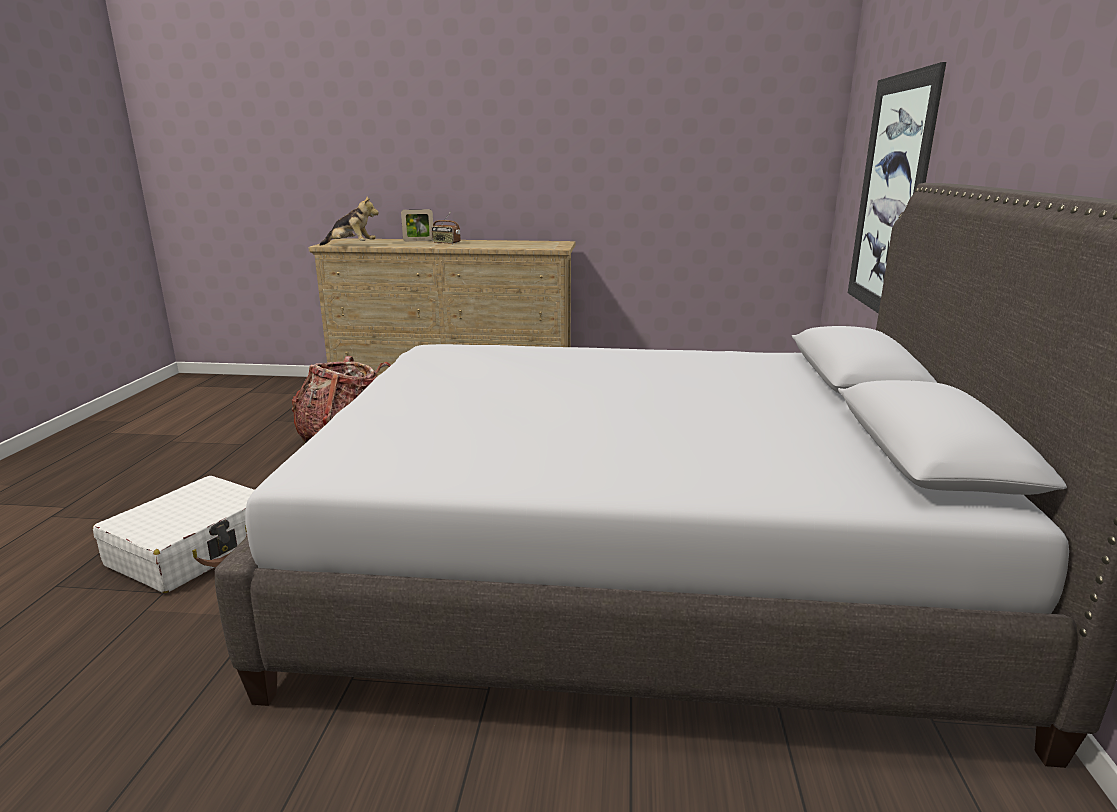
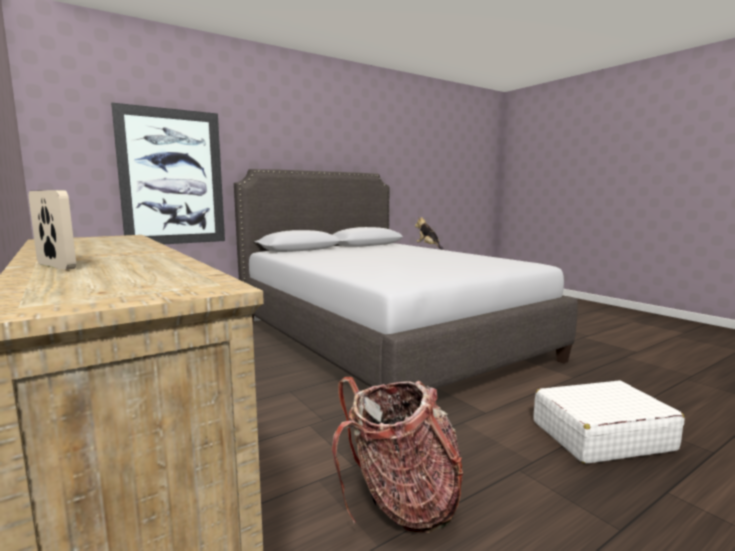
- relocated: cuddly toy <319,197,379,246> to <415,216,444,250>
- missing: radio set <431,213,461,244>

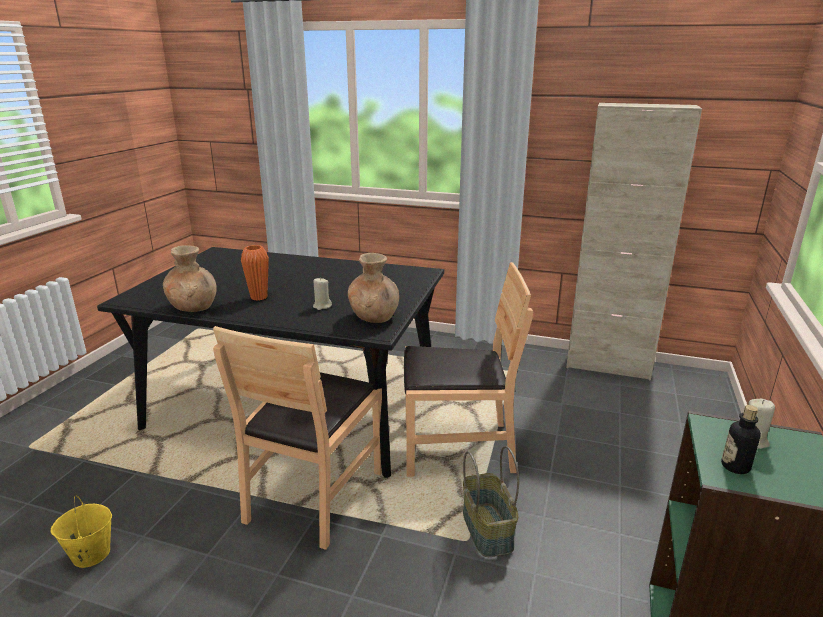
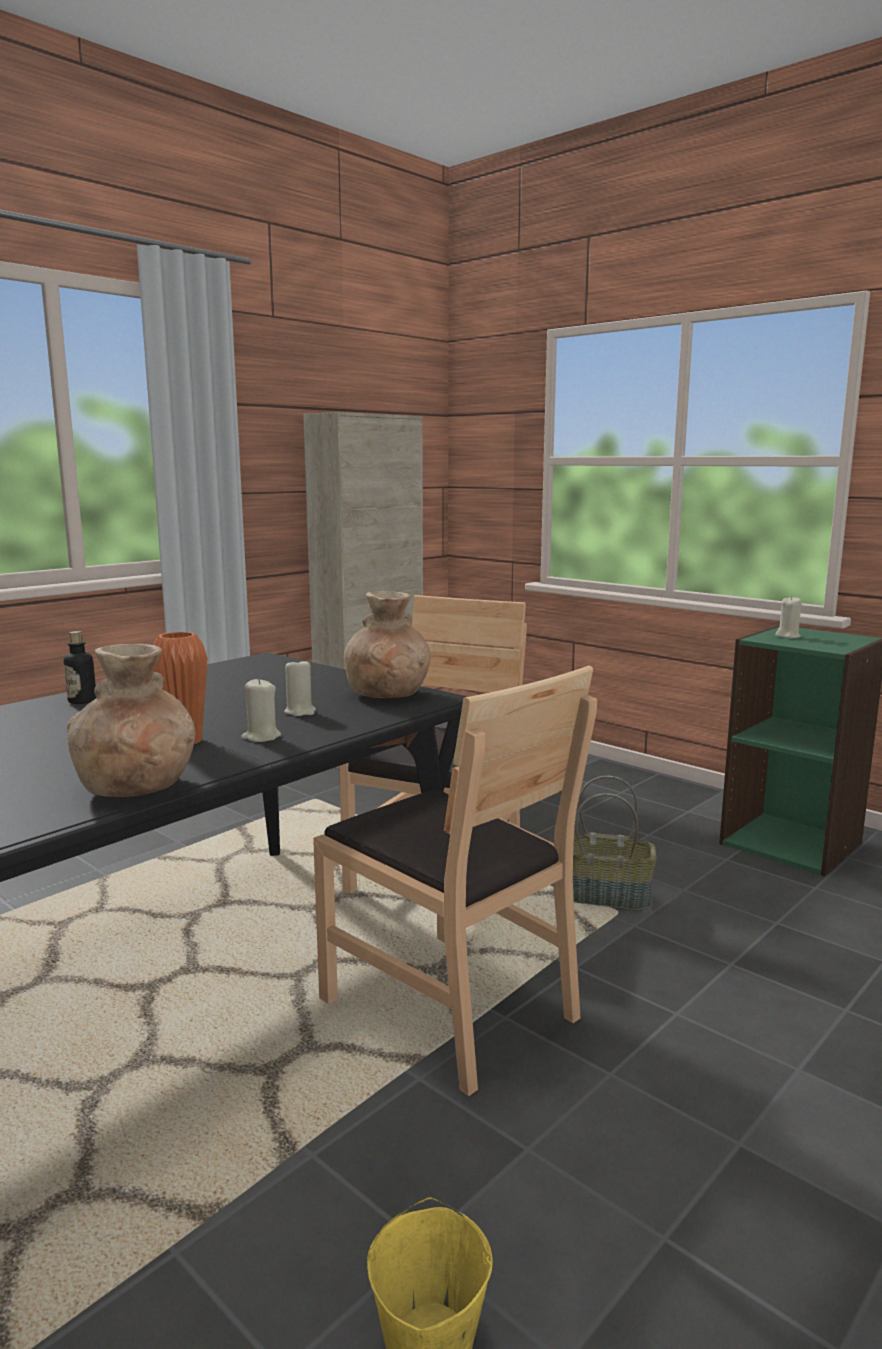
- relocated: drink bottle <721,405,761,474> to <63,631,97,704>
- appeared: beige candle <241,678,281,742>

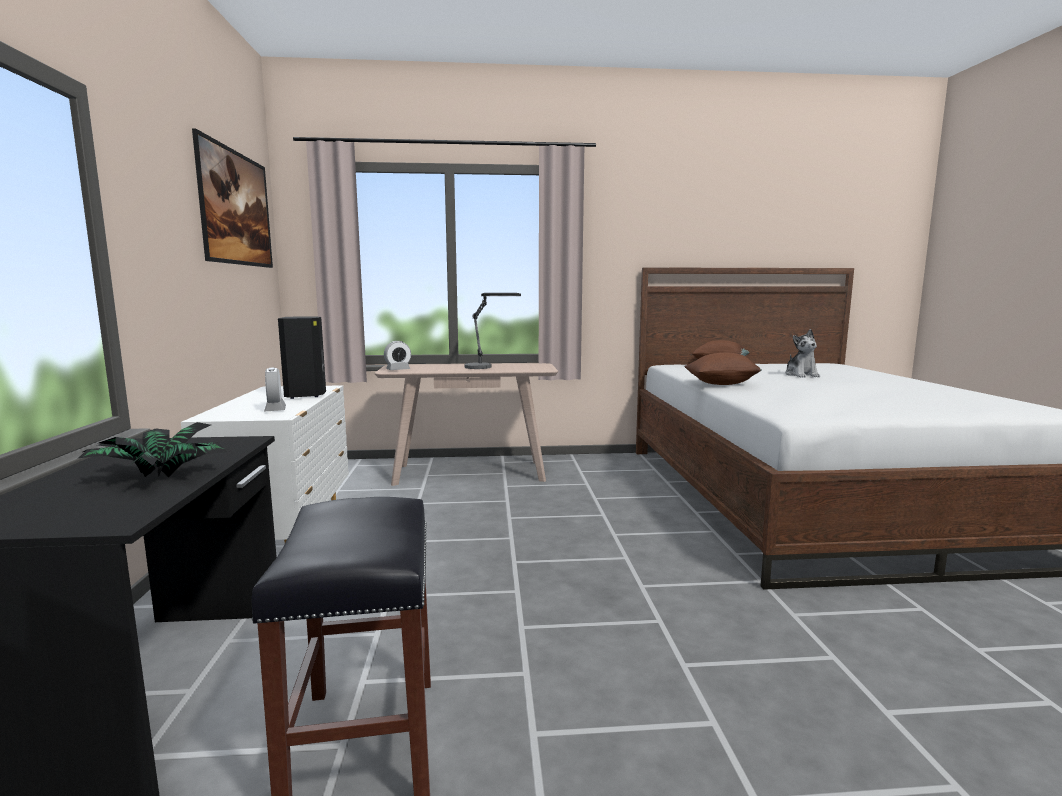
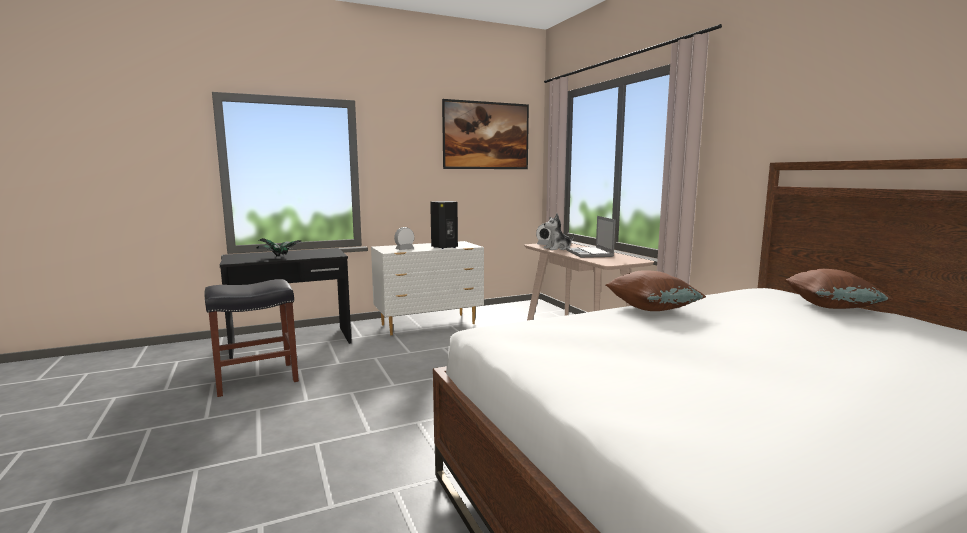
- exchanged: table lamp <465,293,521,369> to portable computer <566,216,616,258>
- relocated: cuddly toy <785,329,820,377> to <543,214,574,250>

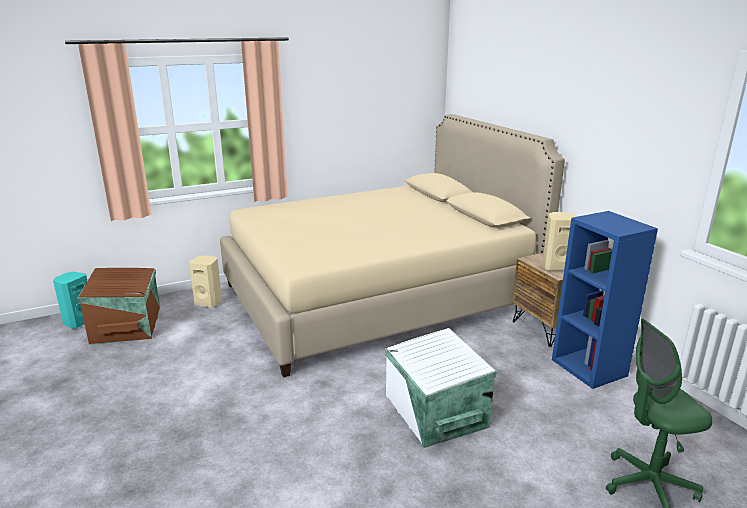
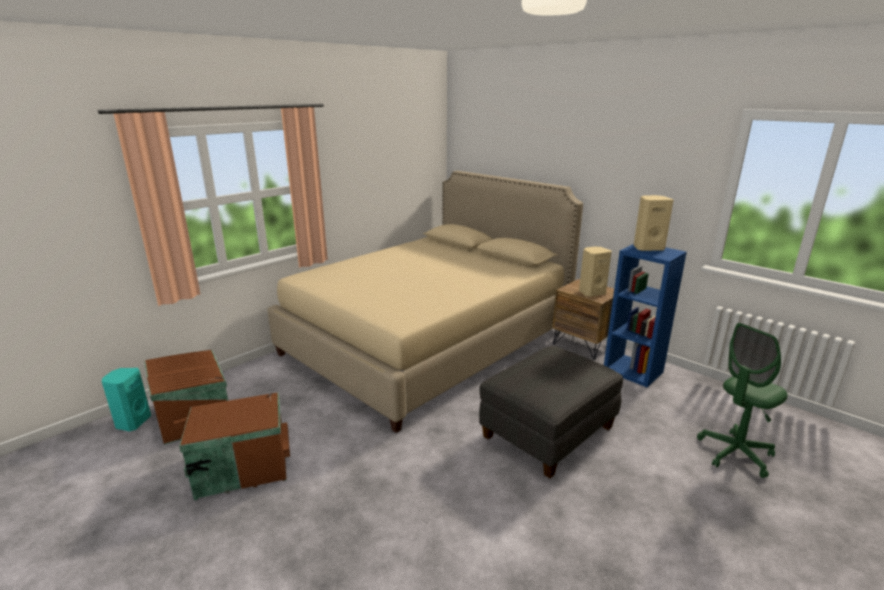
- relocated: beige loudspeaker <189,255,222,308> to <634,195,674,251>
- exchanged: white storage container <385,328,497,448> to greyish ottoman <479,346,623,478>
- appeared: brownish storage container <179,392,290,500>

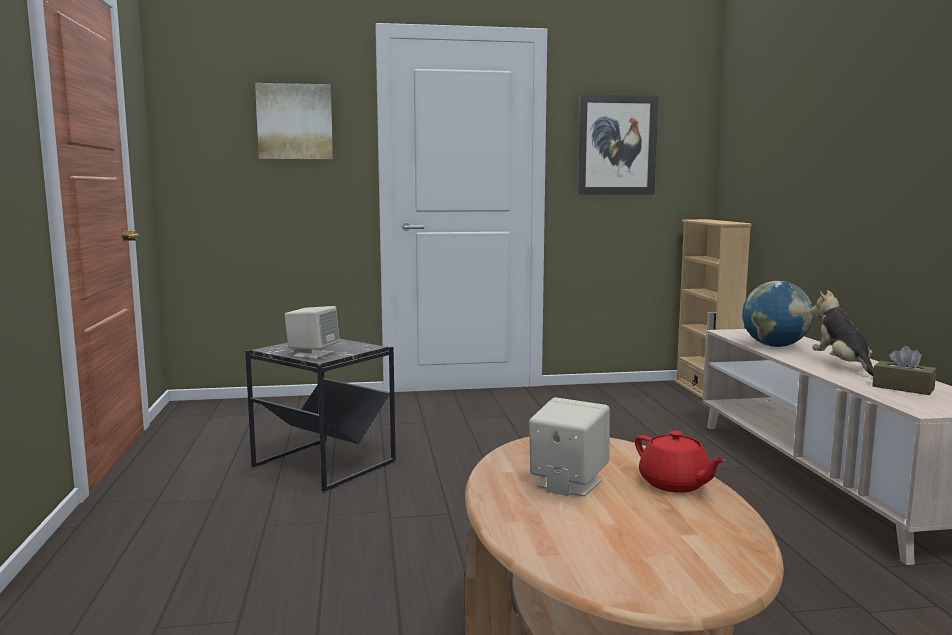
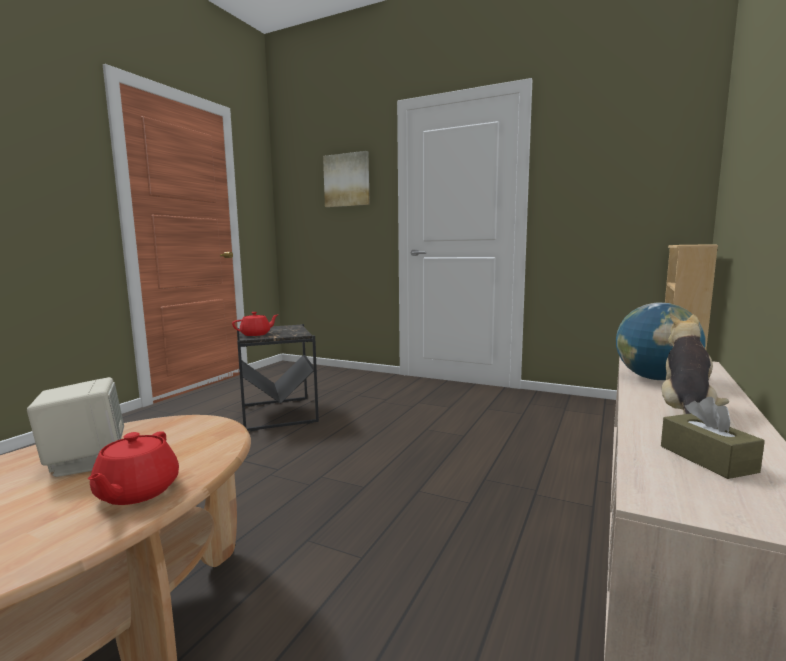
- missing: wall picture <577,94,658,195>
- exchanged: beige loudspeaker <284,306,340,359> to red tea pot <232,312,279,336>

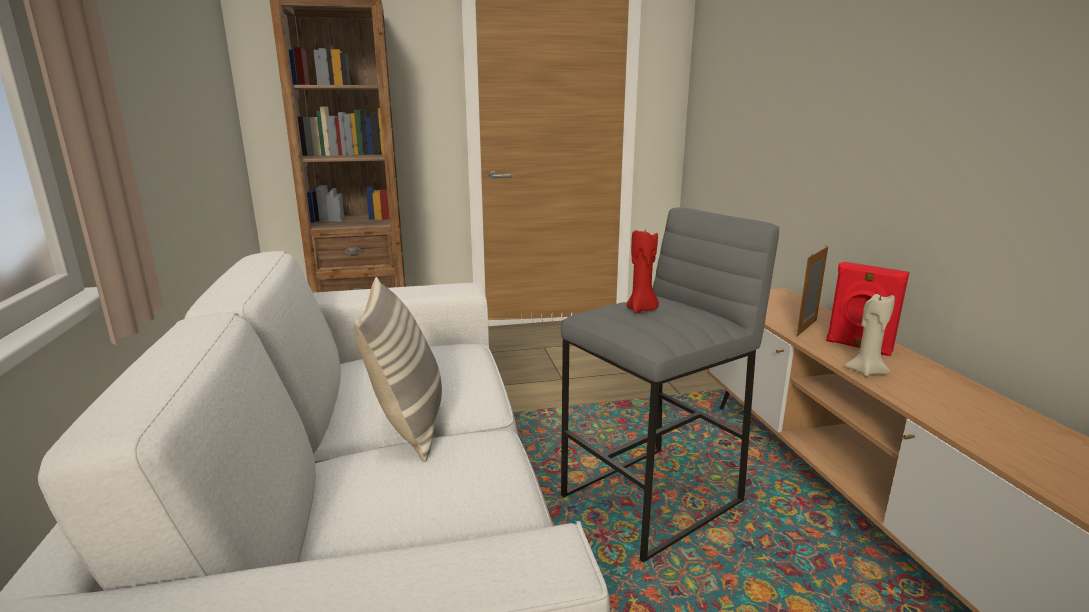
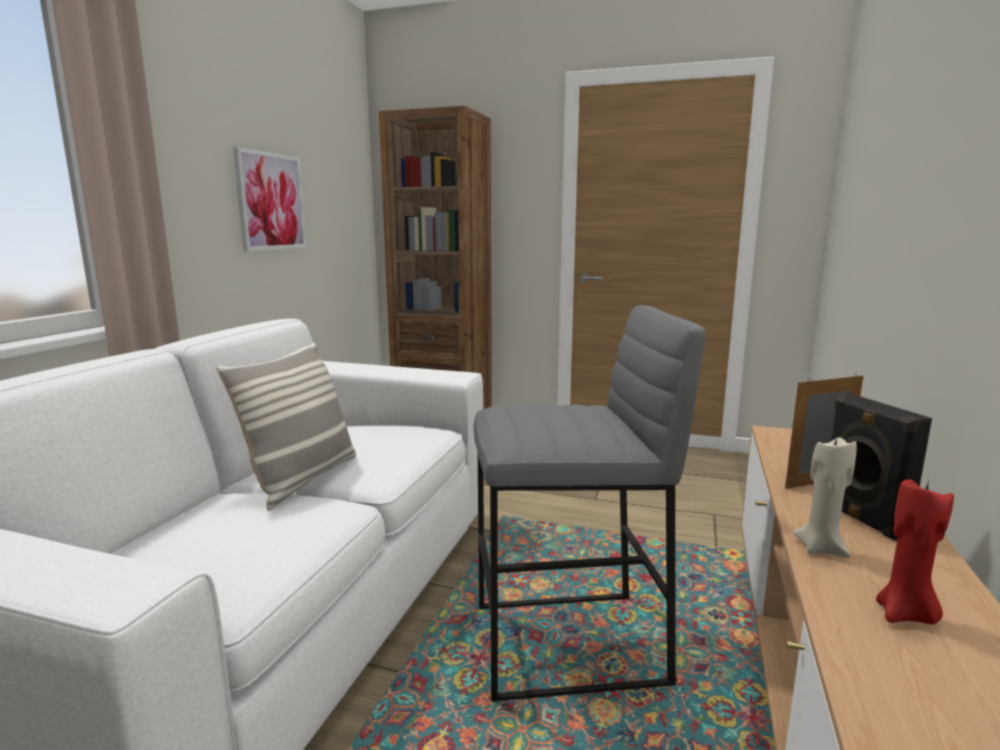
- relocated: red candle <626,227,659,313> to <876,479,954,624>
- colour: red loudspeaker <826,262,909,356> to blackish loudspeaker <831,394,932,541>
- appeared: wall picture <233,147,307,251>

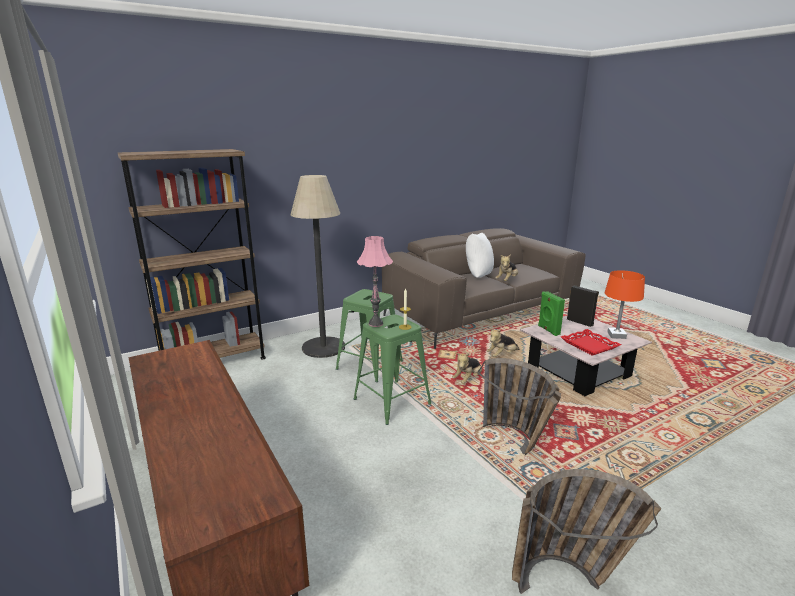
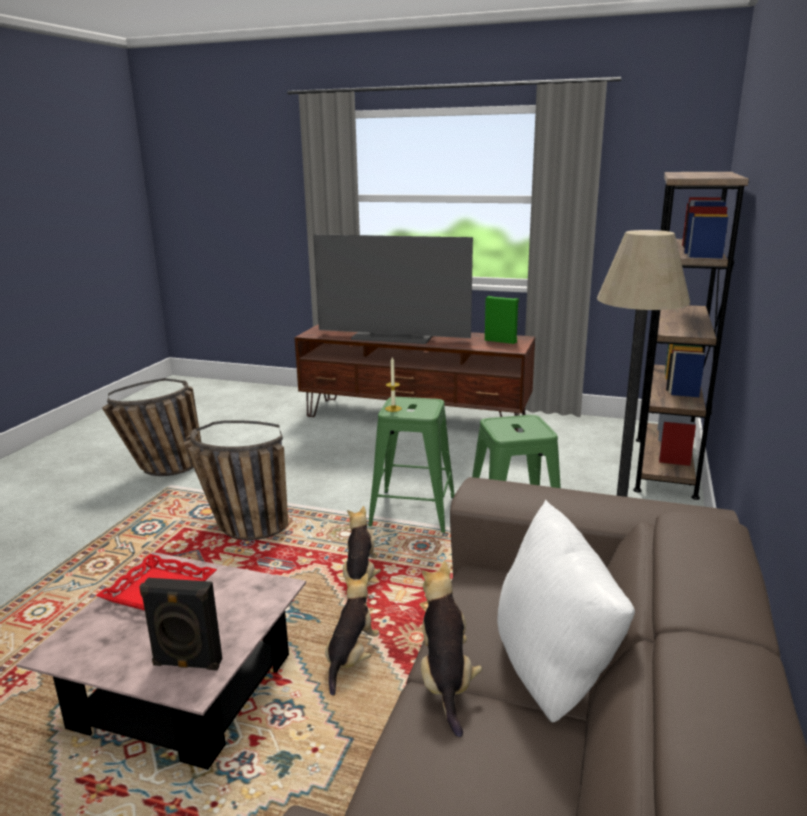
- missing: pinkish table lamp <357,236,393,327>
- missing: orangey table lamp <605,270,645,339>
- relocated: greenish loudspeaker <538,291,565,336> to <485,296,519,344>
- appeared: television <313,234,473,344>

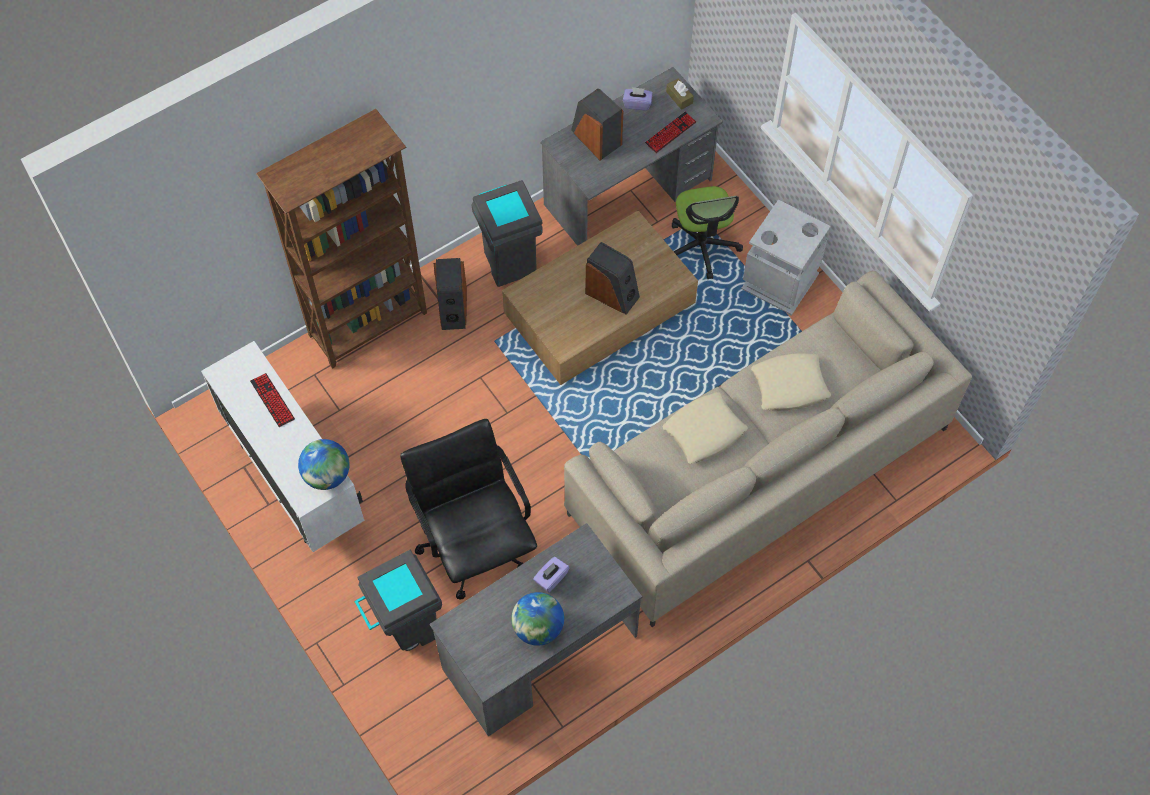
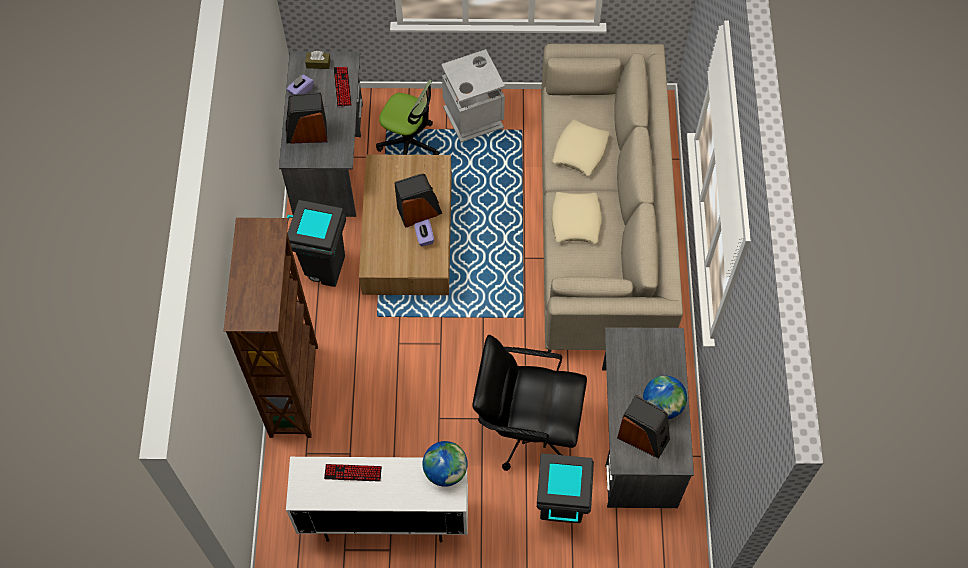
- relocated: loudspeaker <434,258,467,330> to <617,395,670,458>
- relocated: purple tissue box <533,557,569,592> to <414,219,434,246>

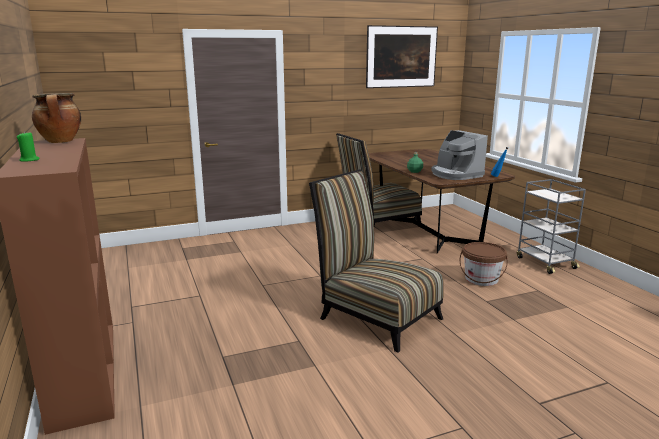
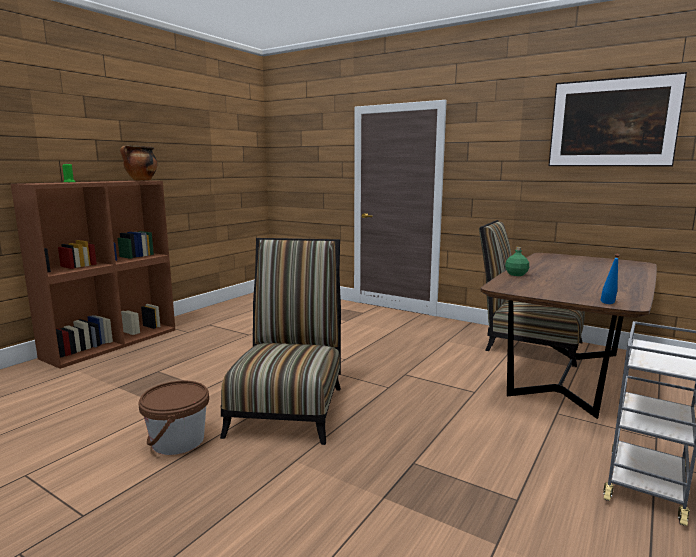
- missing: coffee maker <431,130,488,180>
- relocated: brownish water bucket <460,242,508,286> to <138,381,209,455>

